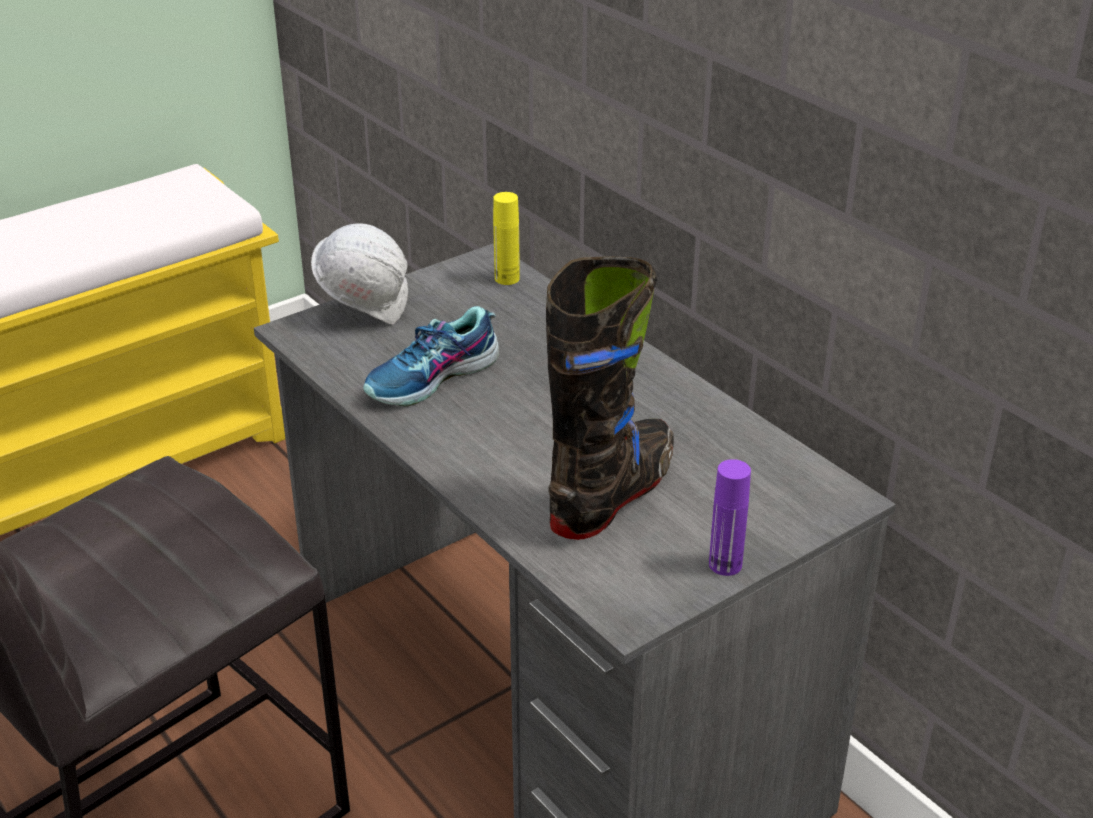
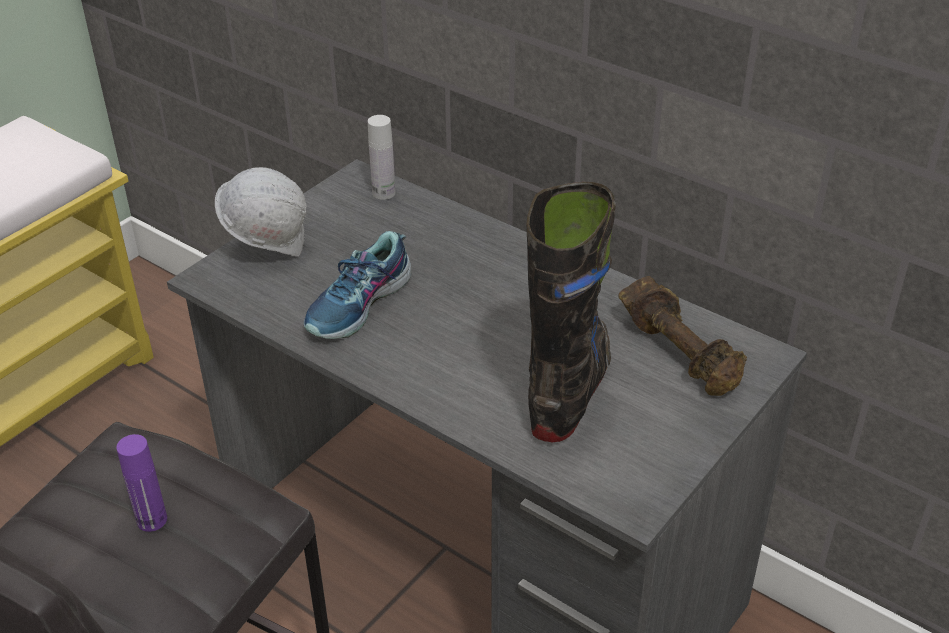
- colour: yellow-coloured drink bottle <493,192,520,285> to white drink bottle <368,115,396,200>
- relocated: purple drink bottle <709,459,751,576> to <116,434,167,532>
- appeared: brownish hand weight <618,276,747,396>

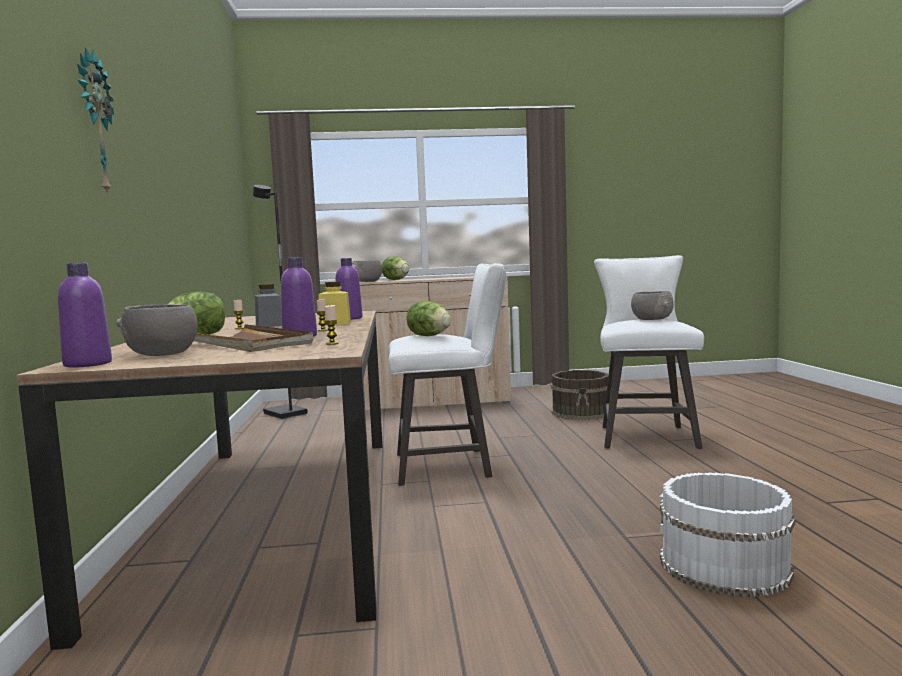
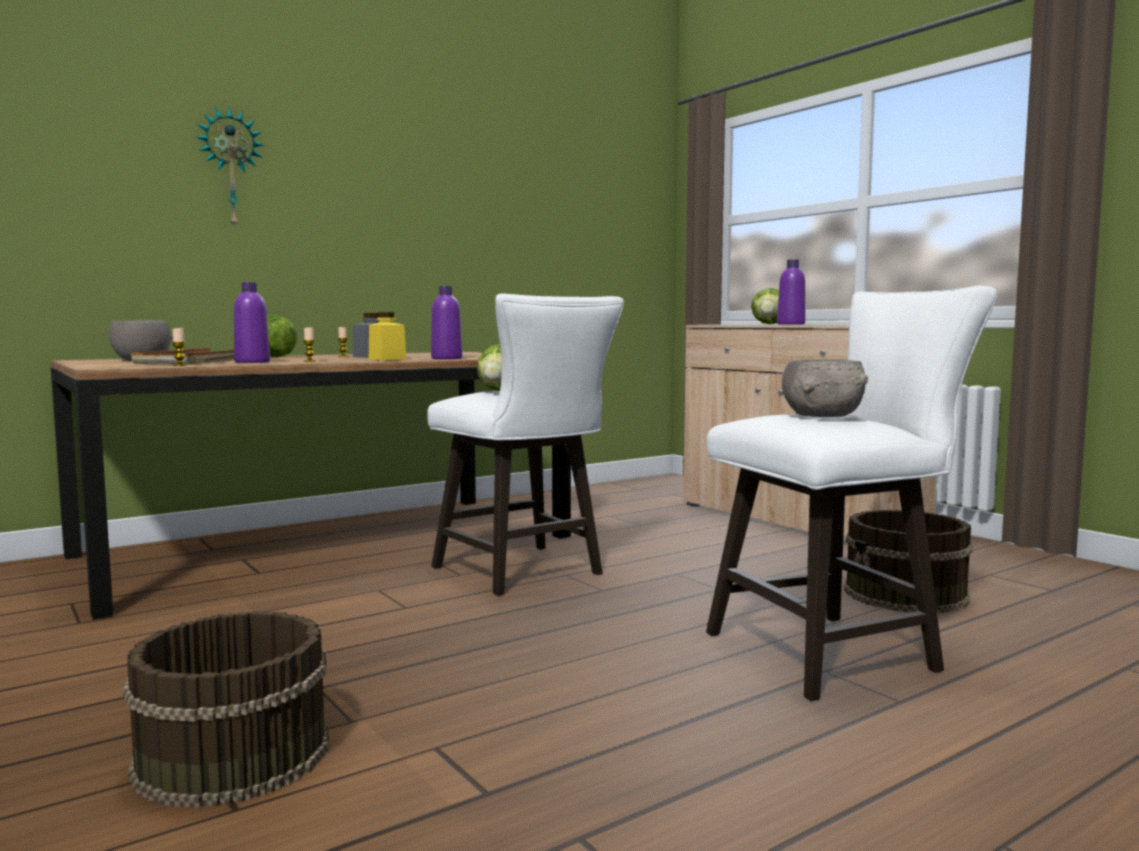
- missing: blackish standing lamp <253,185,308,419>
- missing: greyish bowl <352,260,382,282>
- relocated: purple drink bottle <58,263,112,368> to <777,259,805,325>
- colour: white water bucket <659,472,795,598> to brownish water bucket <123,611,329,808>

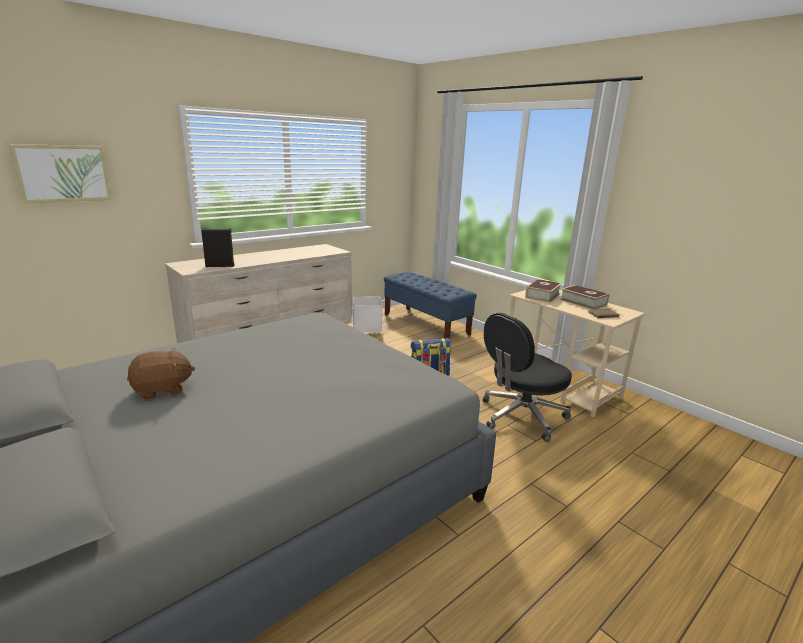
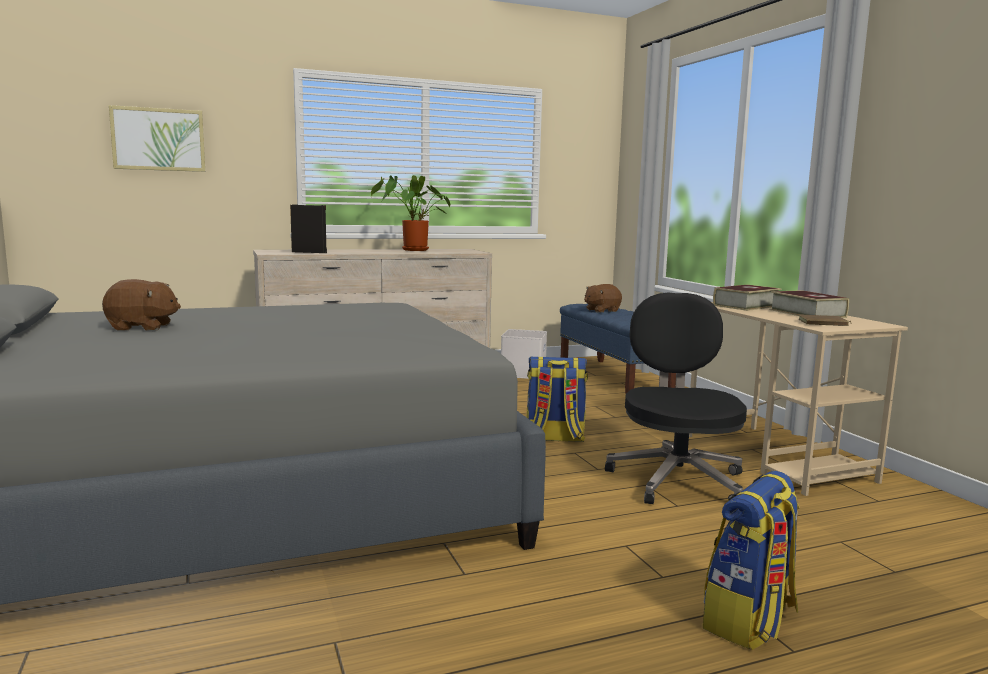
- spun: blackish computer chair <483,313,572,442> = <605,293,747,504> 105 degrees clockwise
- appeared: potted plant <371,175,450,251>
- appeared: brownish cuddly toy <584,284,622,313>
- appeared: backpack <702,471,799,650>

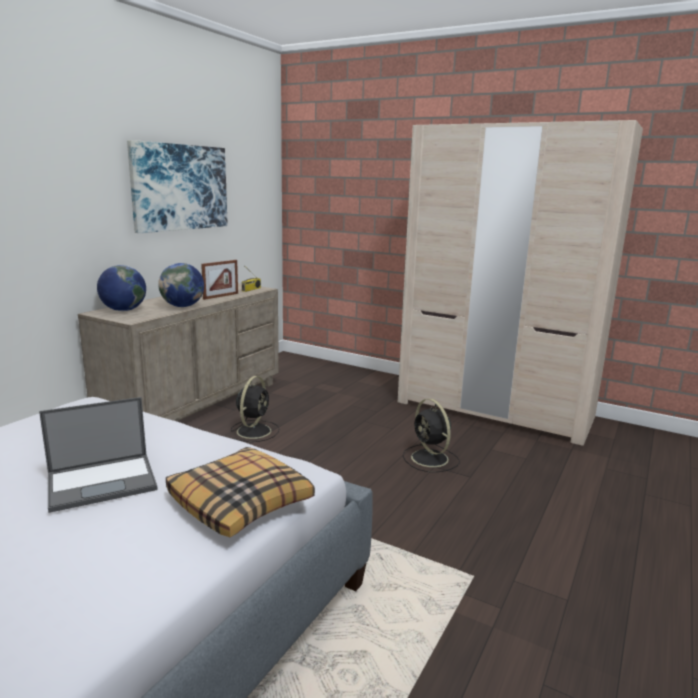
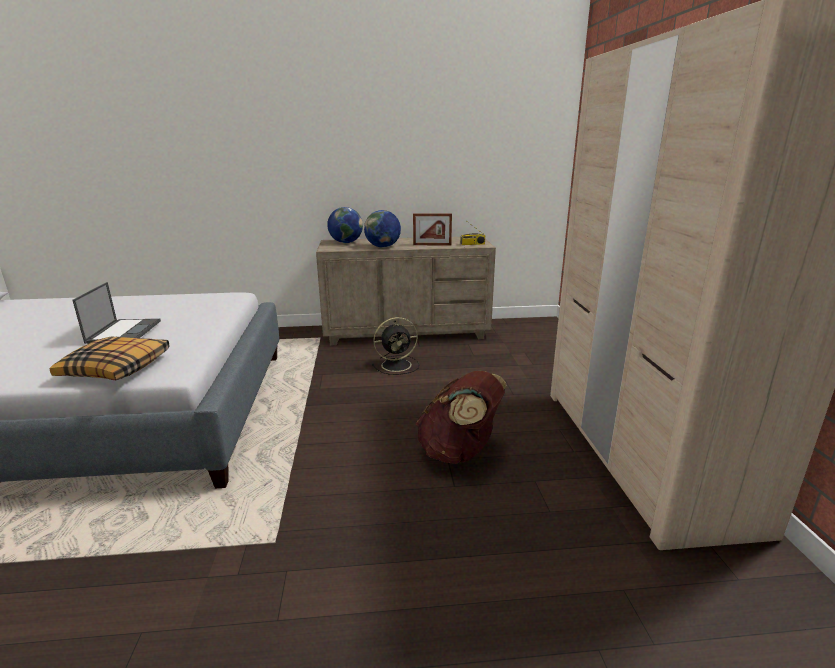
- missing: wall picture <127,140,228,233>
- spun: portable computer <39,397,158,513> = <73,282,161,344> 120 degrees counterclockwise
- exchanged: blackish fan <403,399,460,472> to brownish backpack <415,371,507,464>

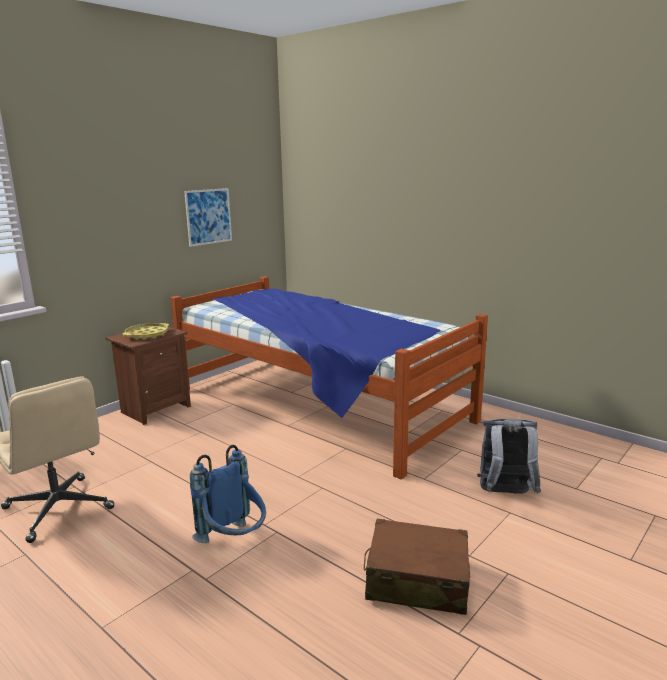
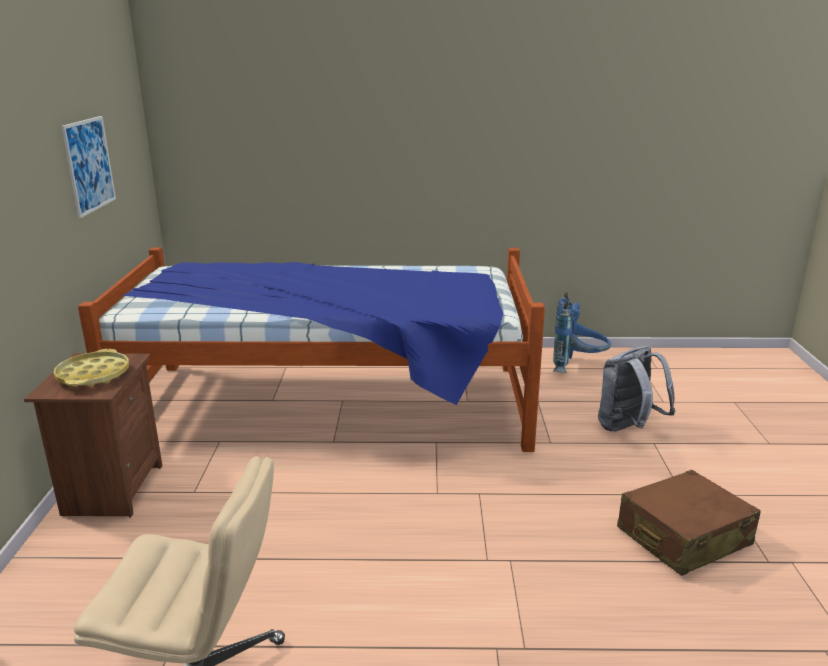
- relocated: blue-coloured backpack <190,445,266,543> to <553,292,611,372>

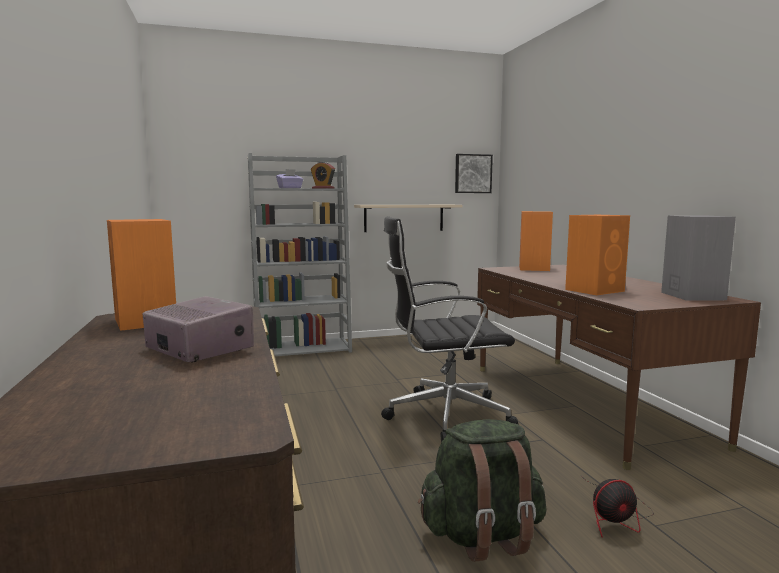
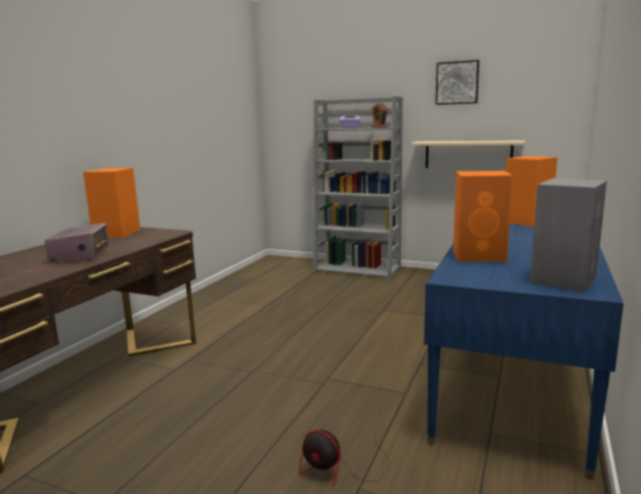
- relocated: wall picture <455,154,493,193> to <436,60,479,105>
- missing: blackish computer chair <381,216,518,442>
- colour: brownish desk table <477,265,761,470> to blue-coloured desk table <424,223,624,480>
- missing: greenish backpack <418,419,546,562>

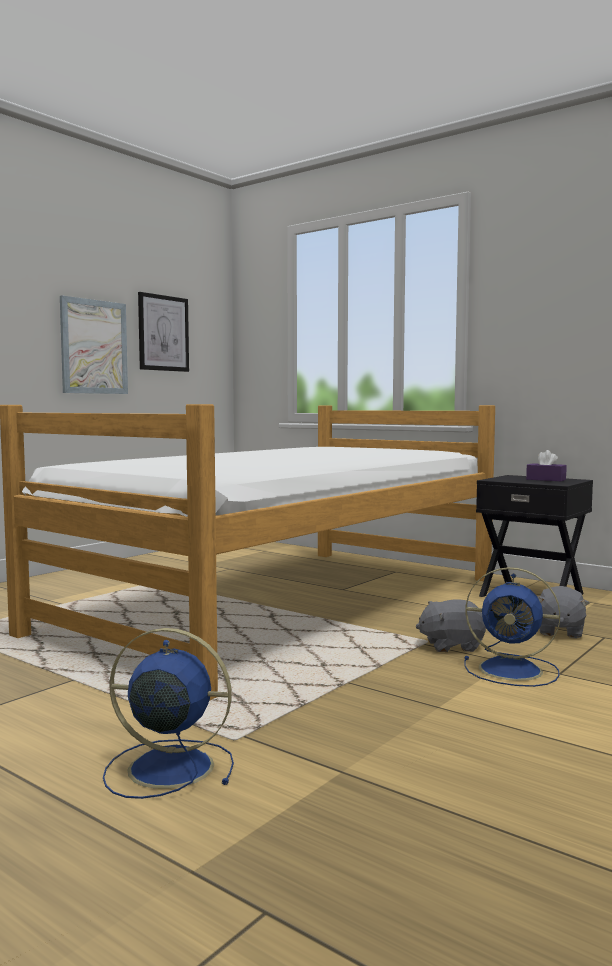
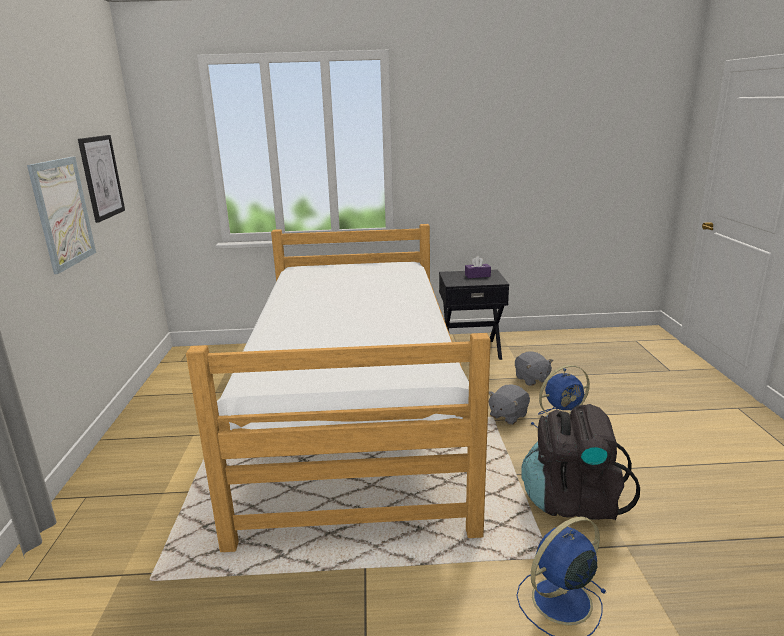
- appeared: blackish backpack <521,404,640,520>

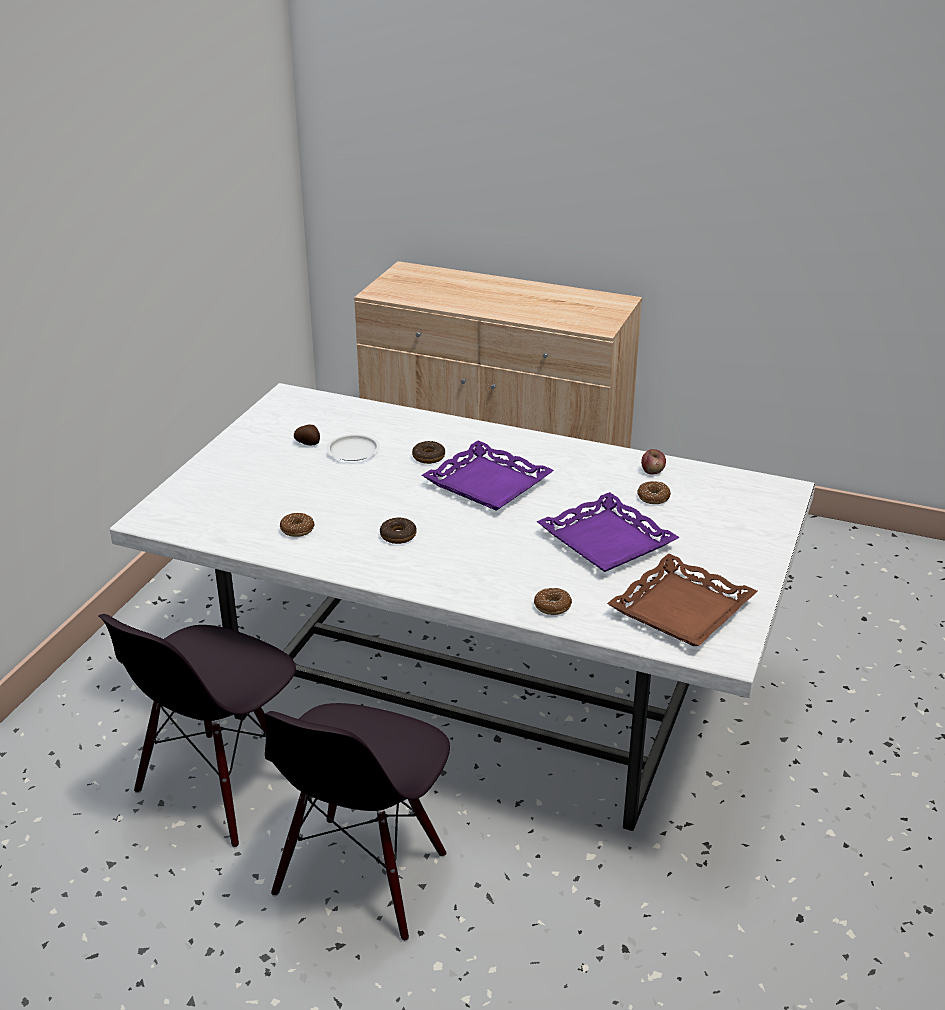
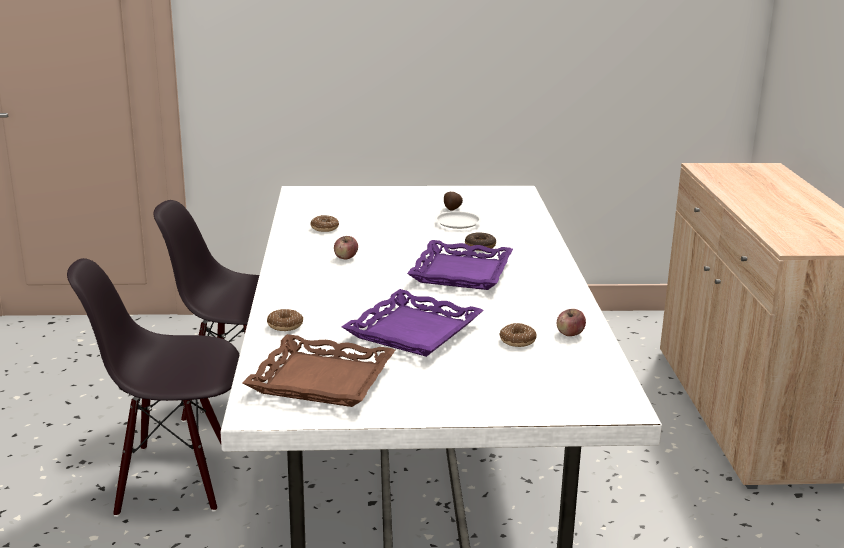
- exchanged: donut <380,517,416,544> to apple <334,236,358,259>

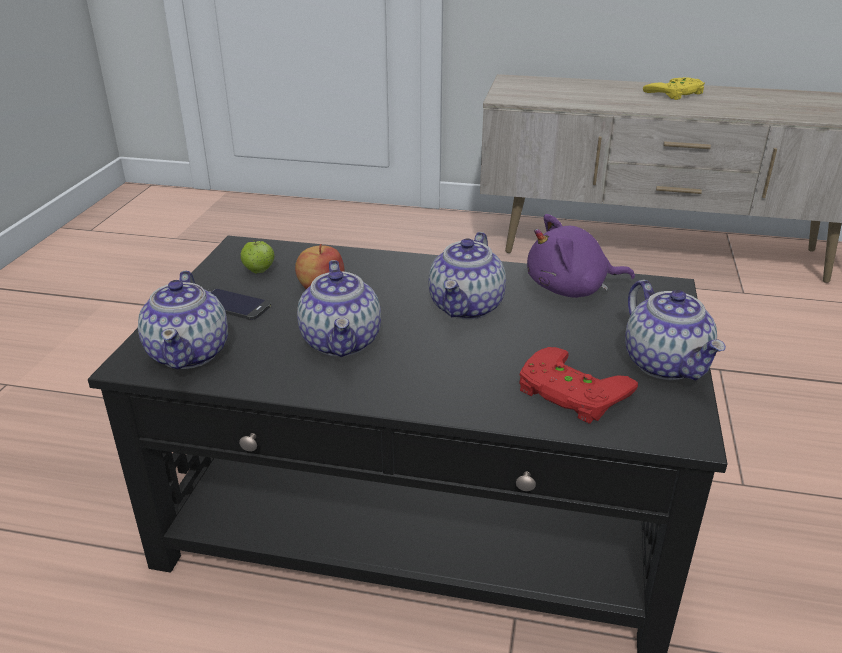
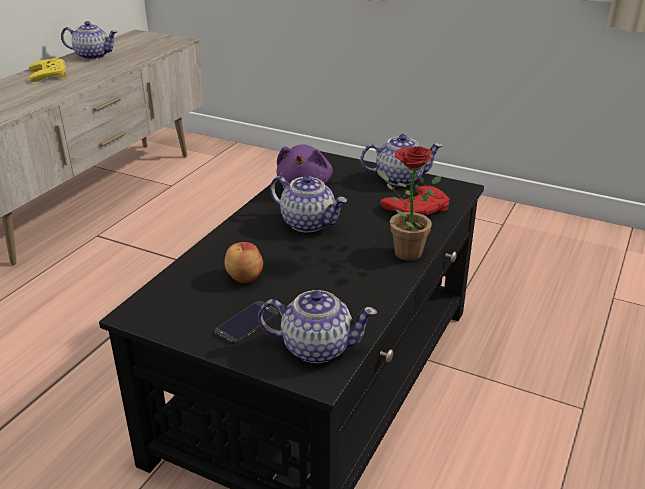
- missing: apple <240,240,274,274>
- relocated: tea pot <297,260,381,357> to <61,21,118,60>
- appeared: potted plant <377,146,441,261>

